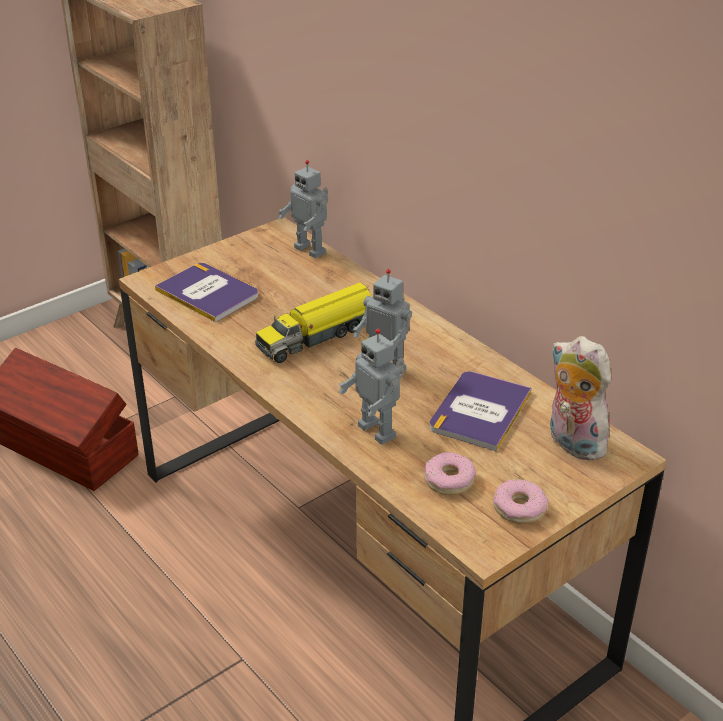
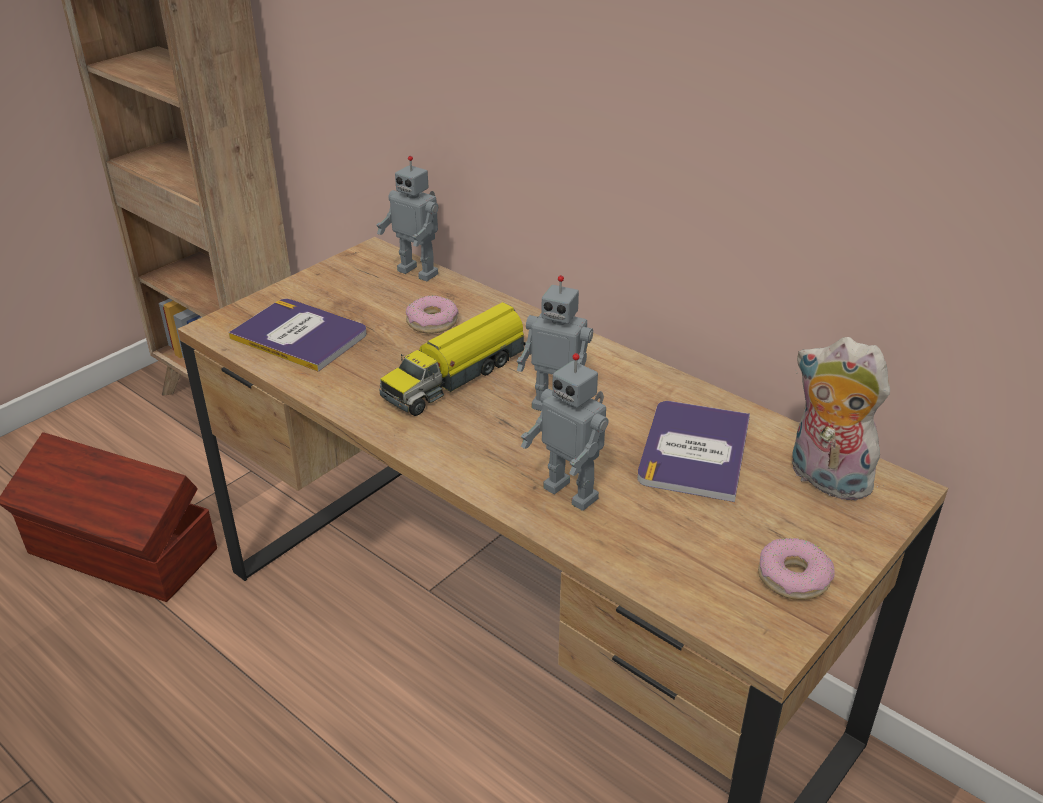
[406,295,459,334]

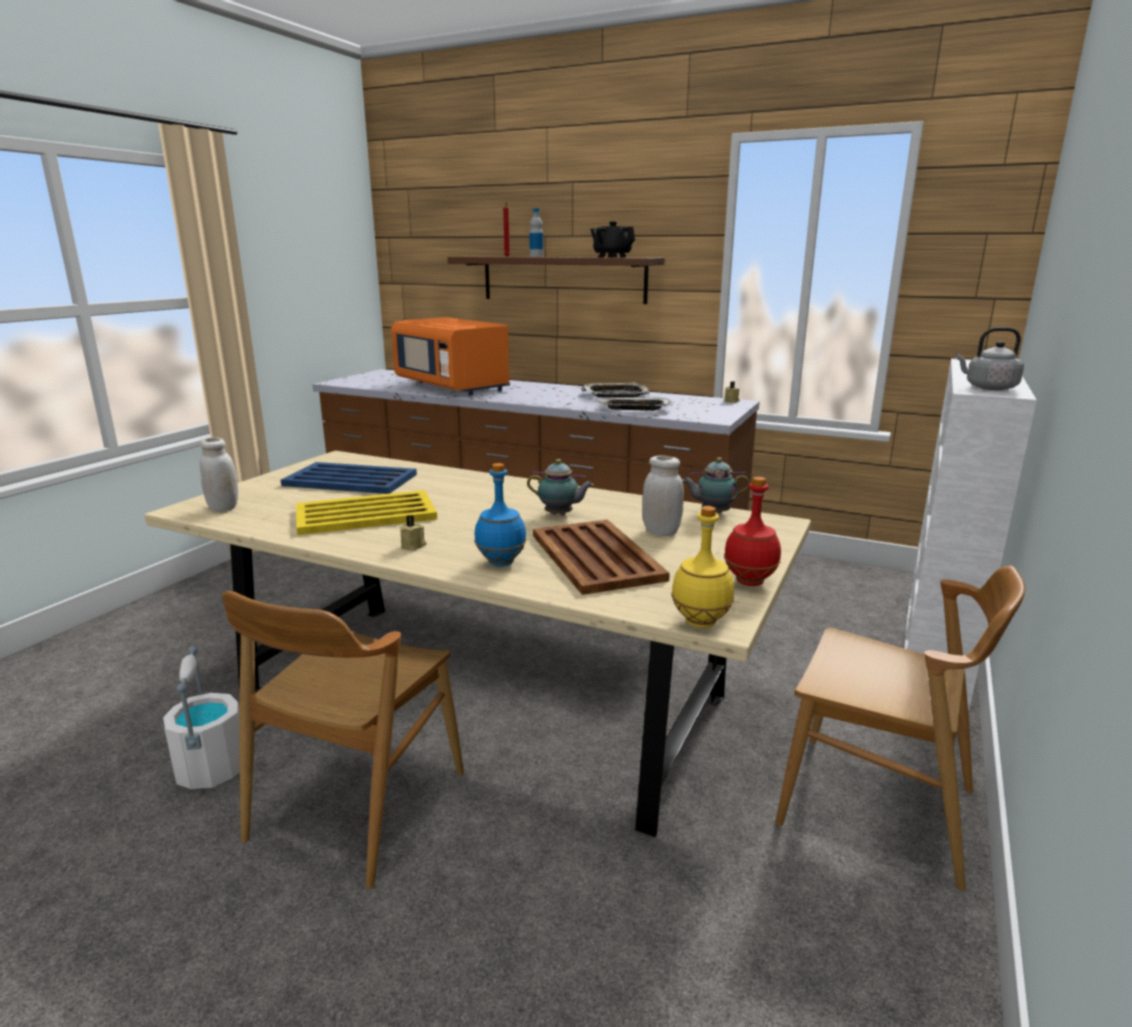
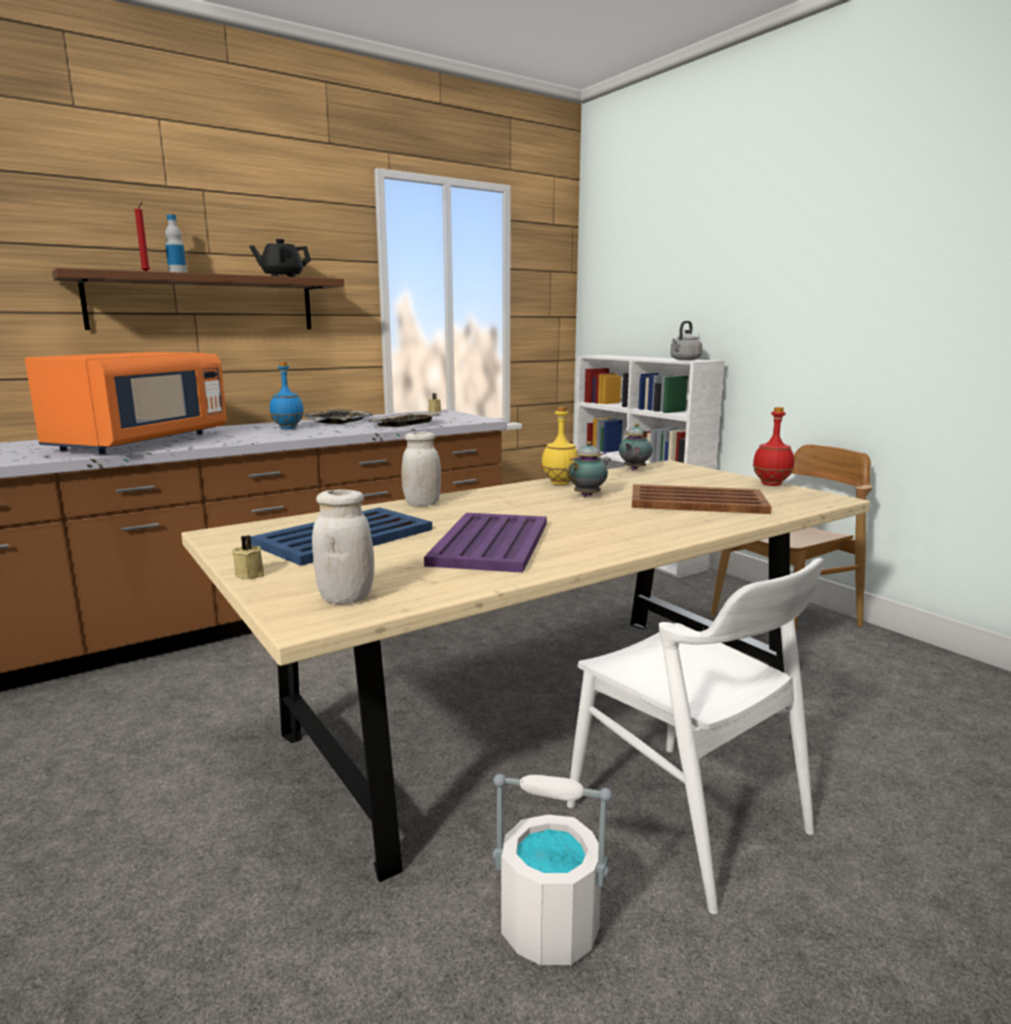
[567,558,824,914]
[424,513,547,573]
[25,352,227,454]
[232,535,264,580]
[270,362,304,429]
[401,432,441,506]
[541,406,579,485]

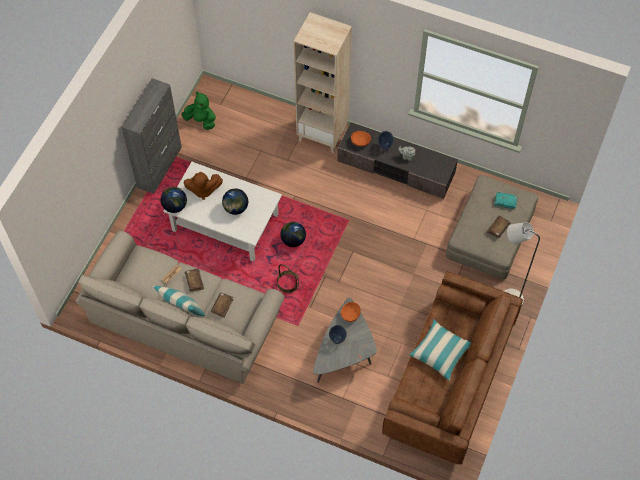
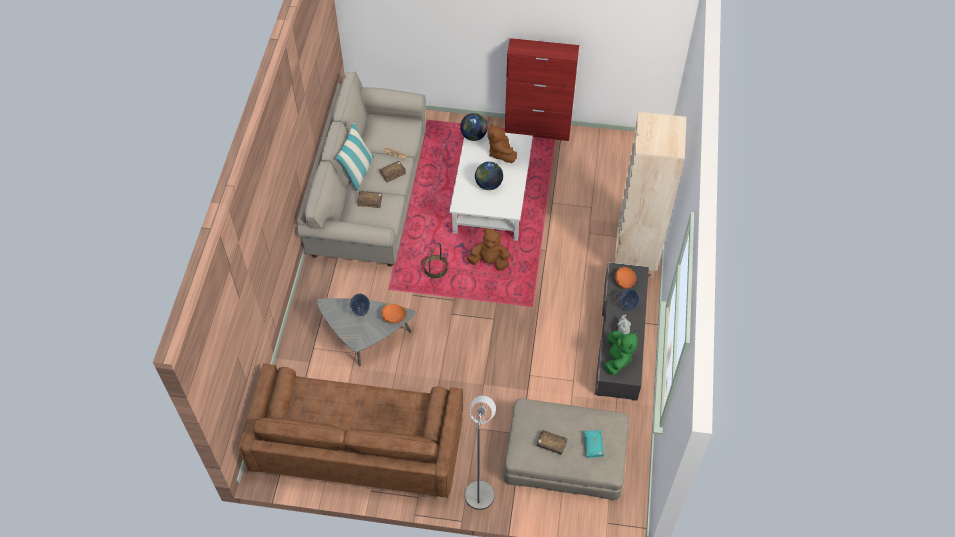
[505,38,579,141]
[604,331,638,375]
[467,228,510,271]
[409,319,471,381] (first image)

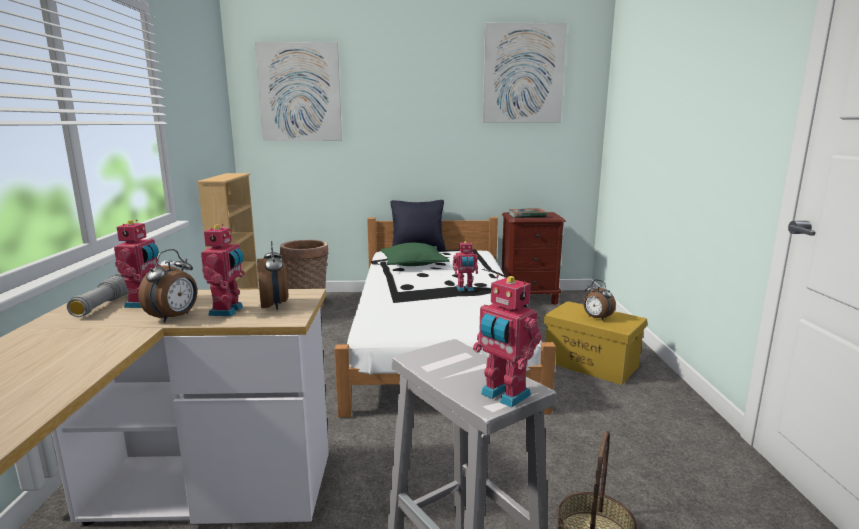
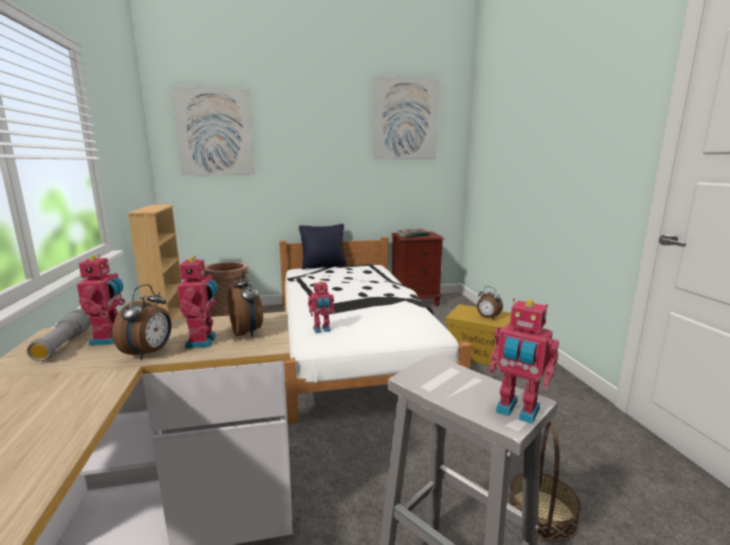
[380,243,449,266] (first image)
[308,281,335,333]

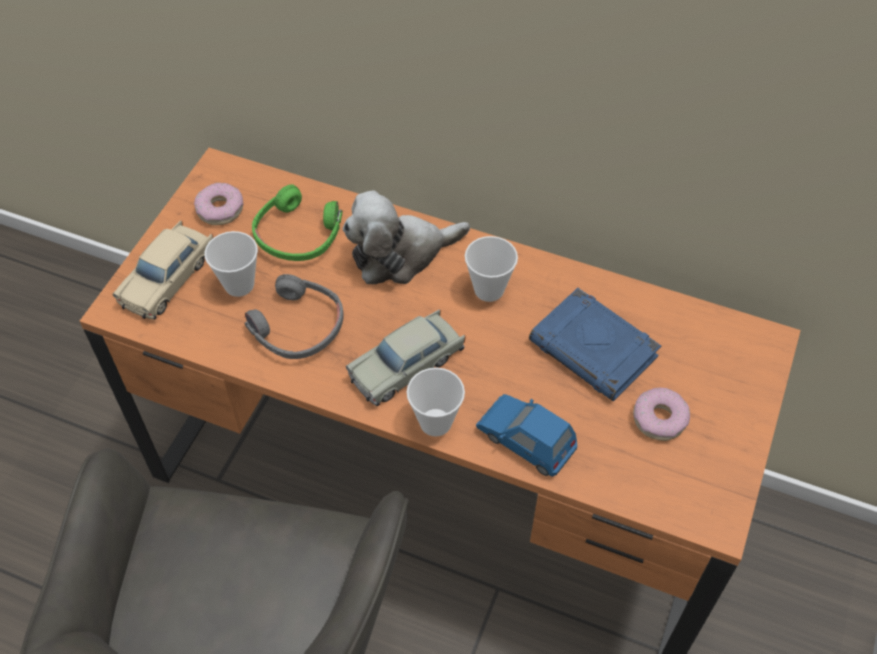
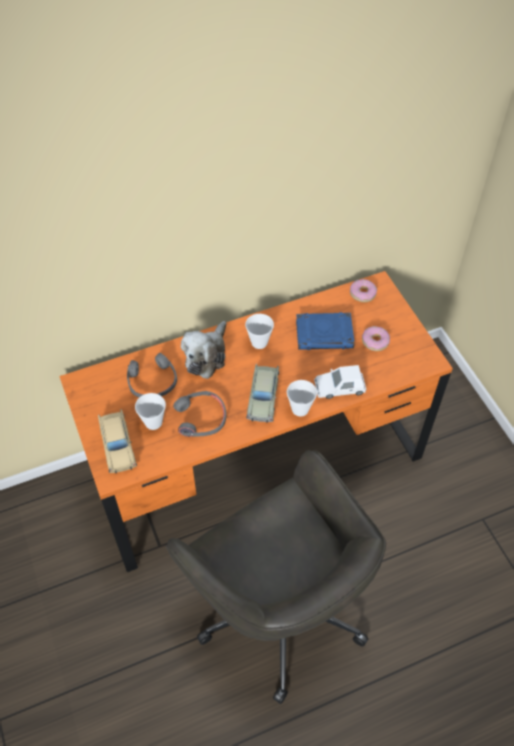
[350,279,377,302]
[127,353,177,397]
[314,365,366,399]

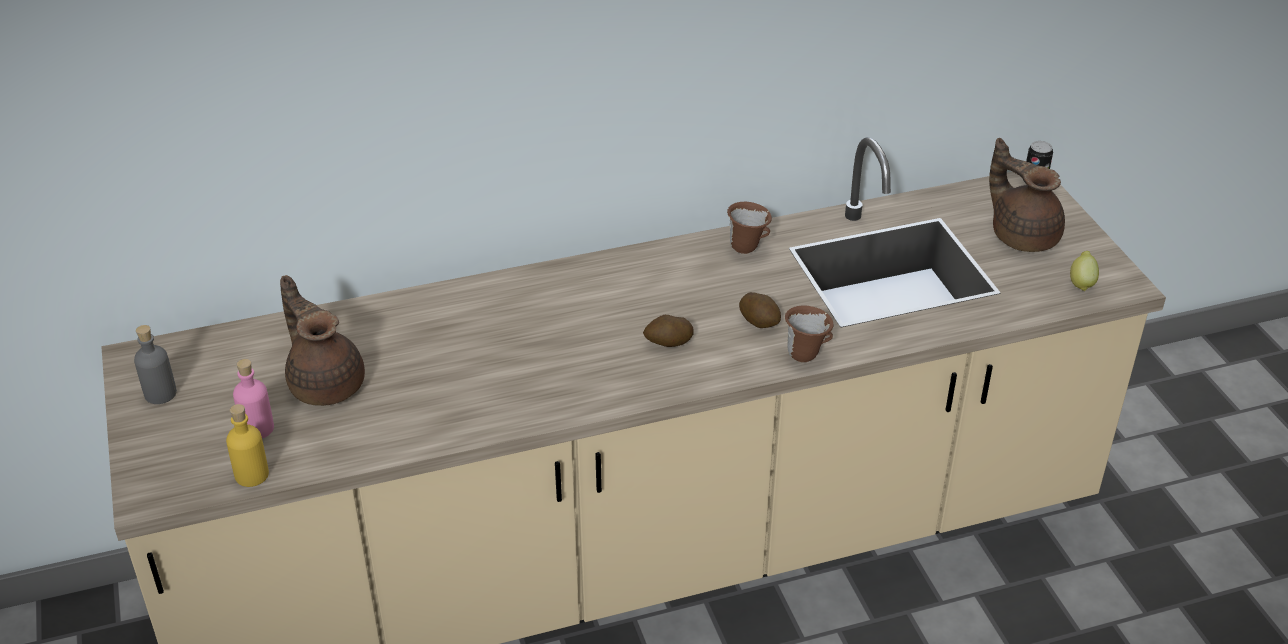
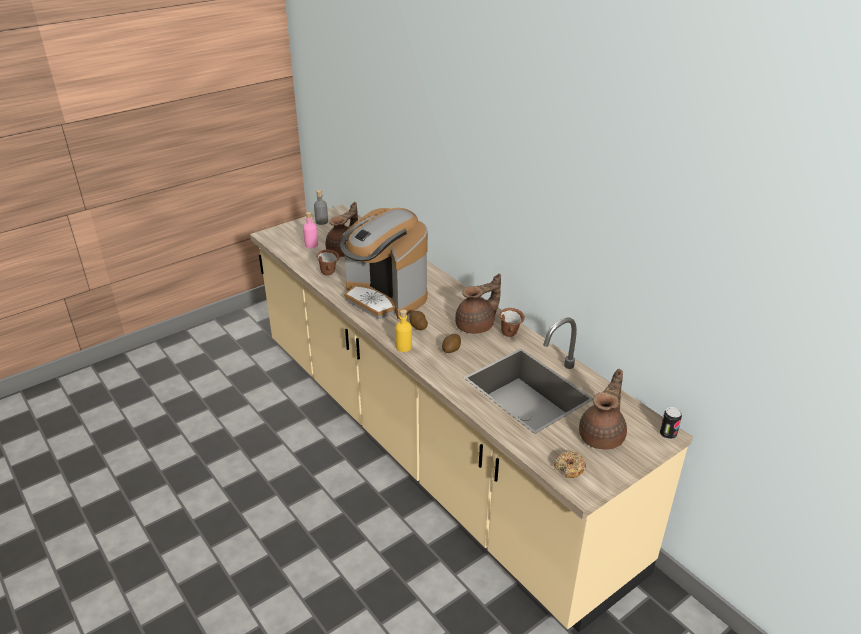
[395,309,412,352]
[316,250,339,276]
[554,451,586,478]
[340,208,428,319]
[455,273,501,334]

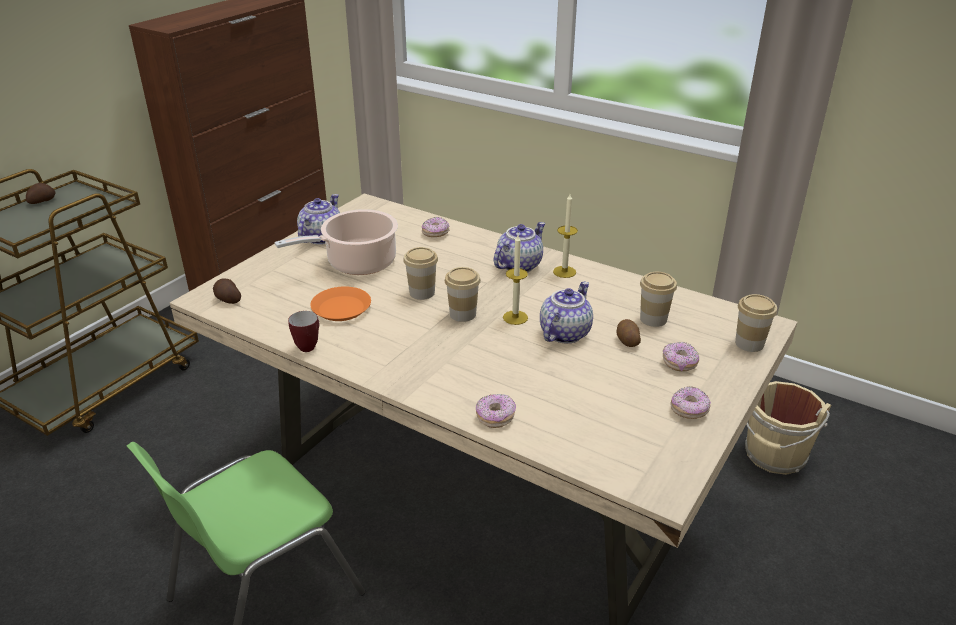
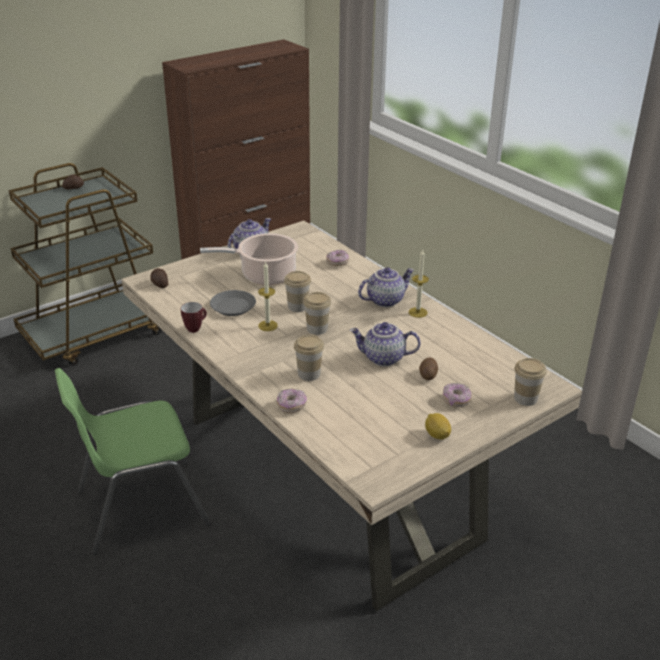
[210,290,256,316]
[258,261,278,331]
[350,322,420,366]
[294,335,324,381]
[425,413,451,440]
[745,381,831,475] (first image)

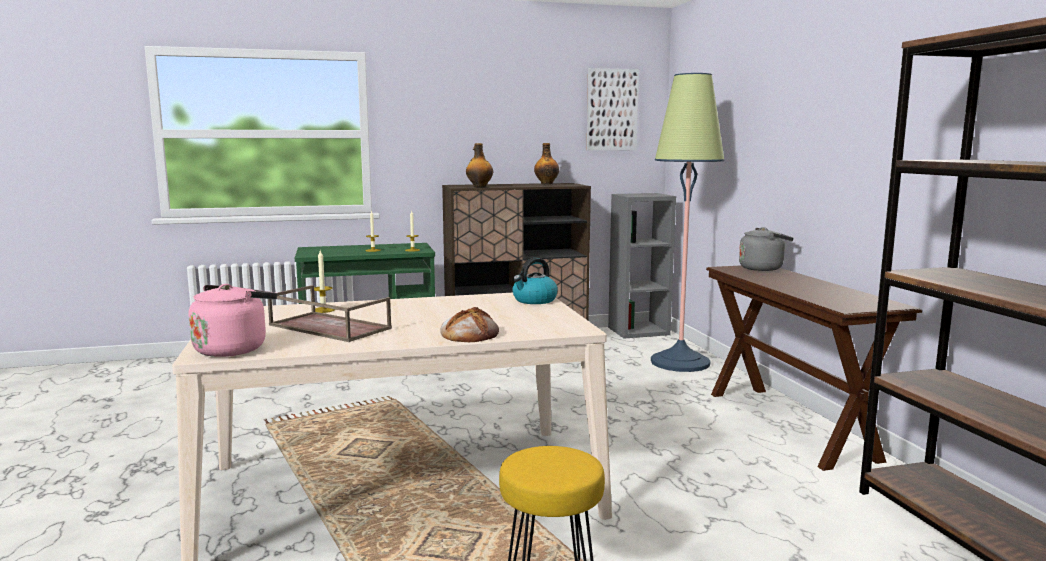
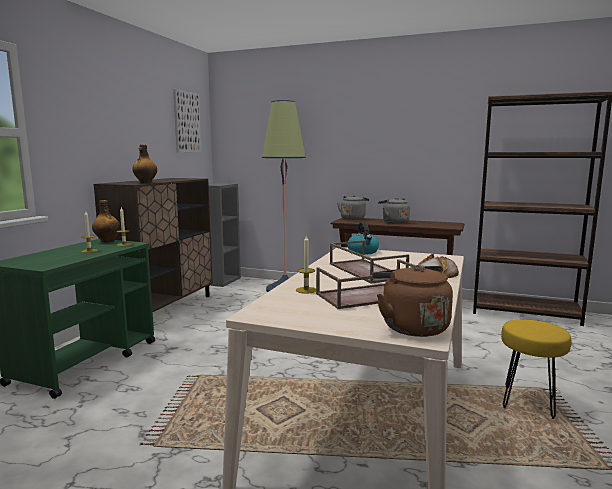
[372,265,453,337]
[92,200,120,242]
[330,240,409,284]
[378,197,410,224]

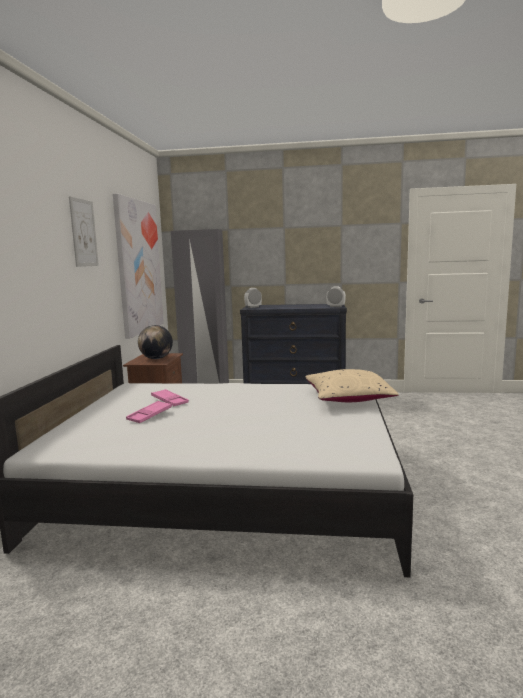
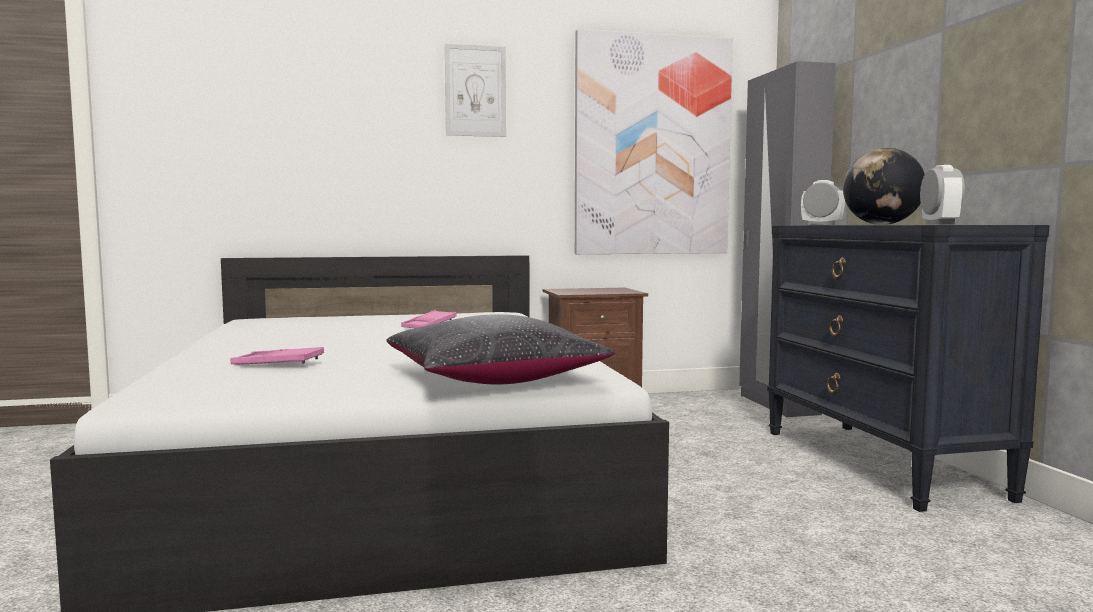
[230,347,324,365]
[843,148,925,225]
[386,314,615,385]

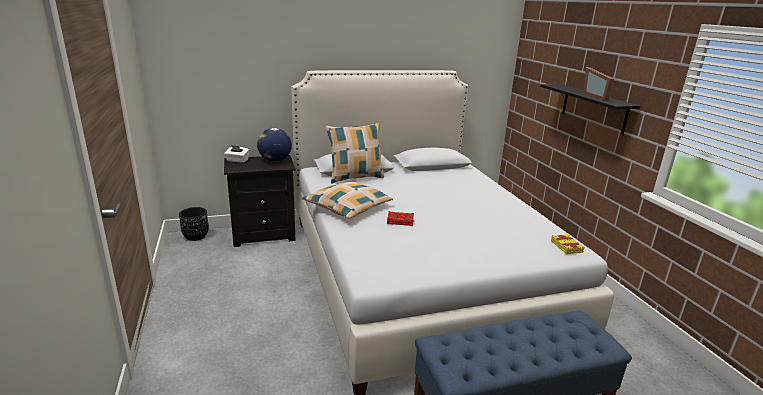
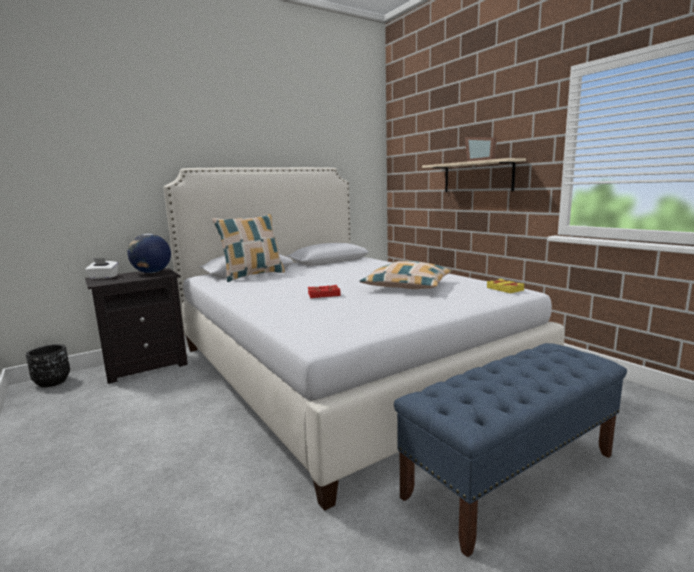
[360,261,452,289]
[422,158,526,192]

